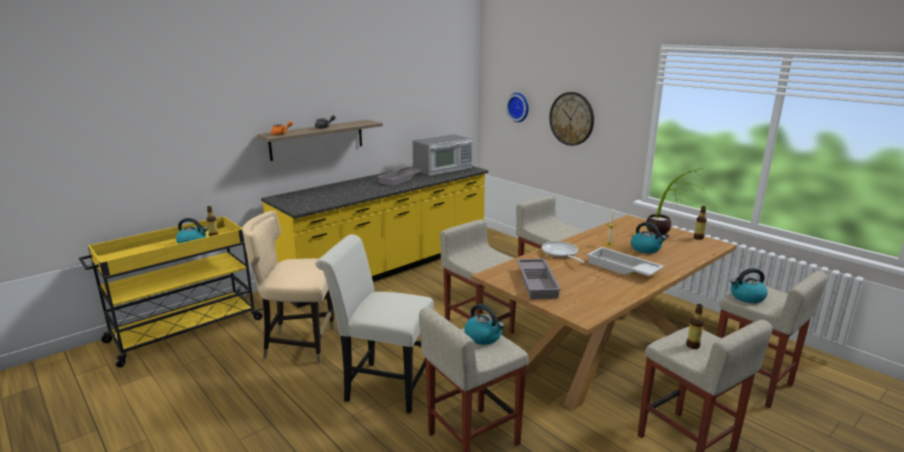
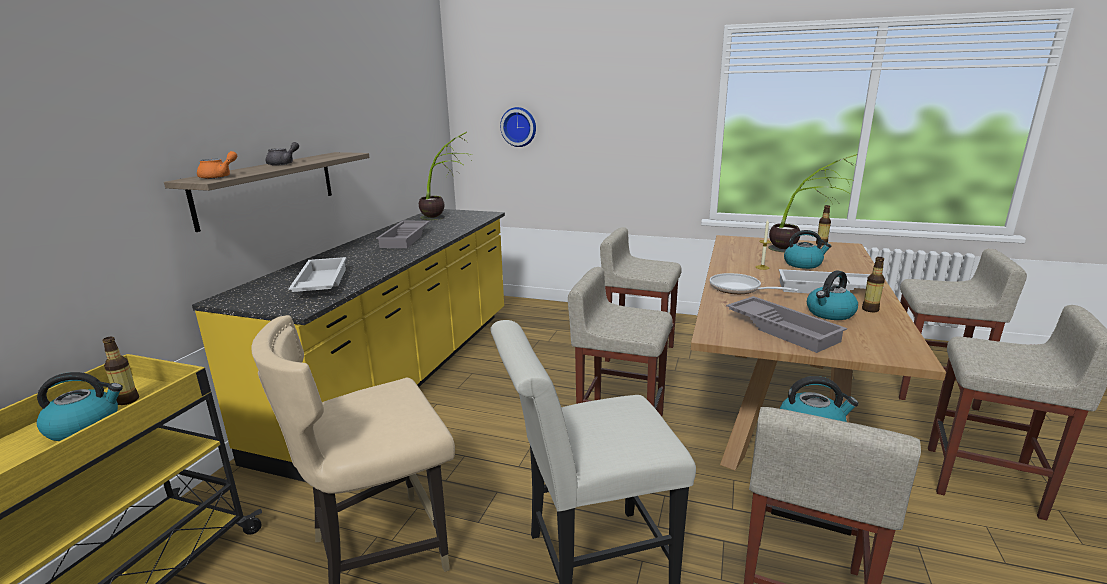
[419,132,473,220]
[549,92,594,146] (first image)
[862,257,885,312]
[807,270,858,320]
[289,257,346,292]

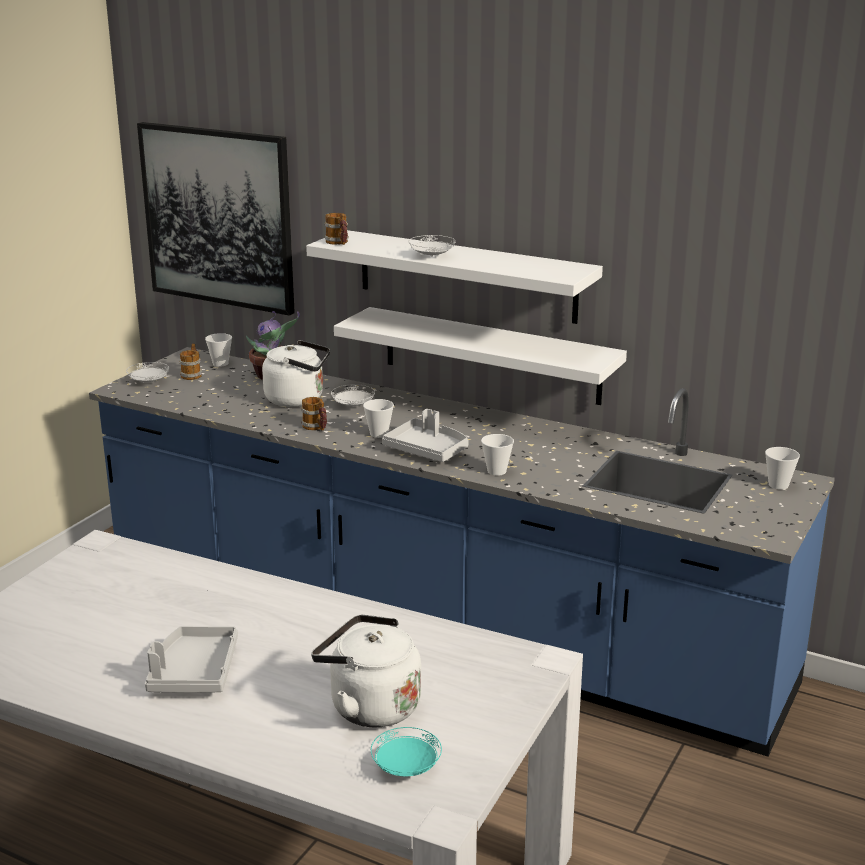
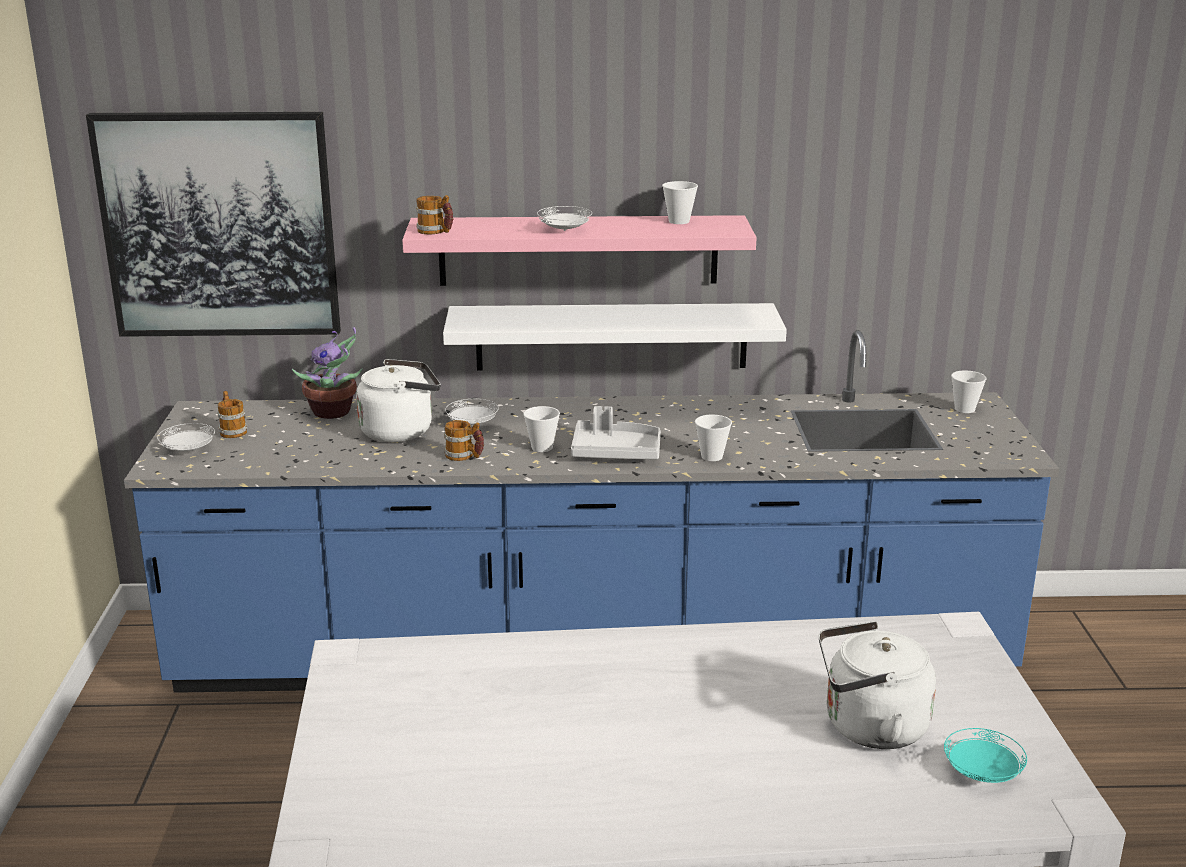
[145,626,238,693] (first image)
[662,181,698,224]
[402,215,757,286]

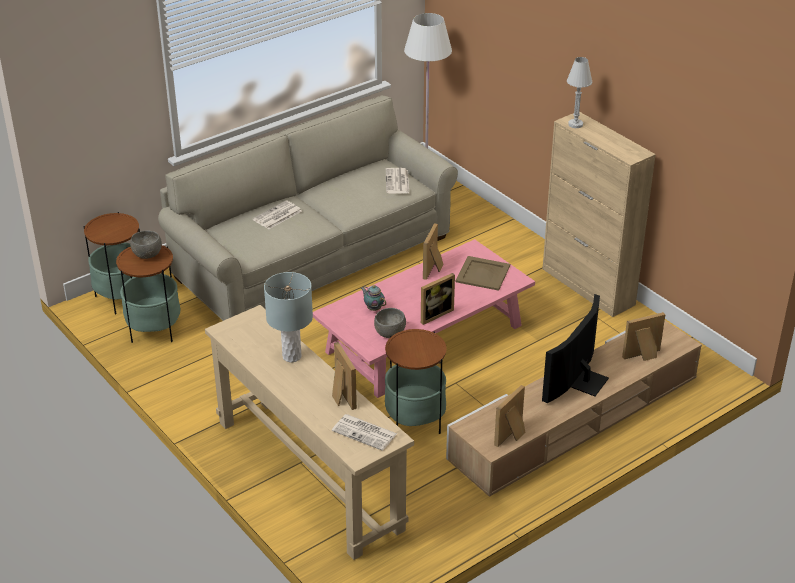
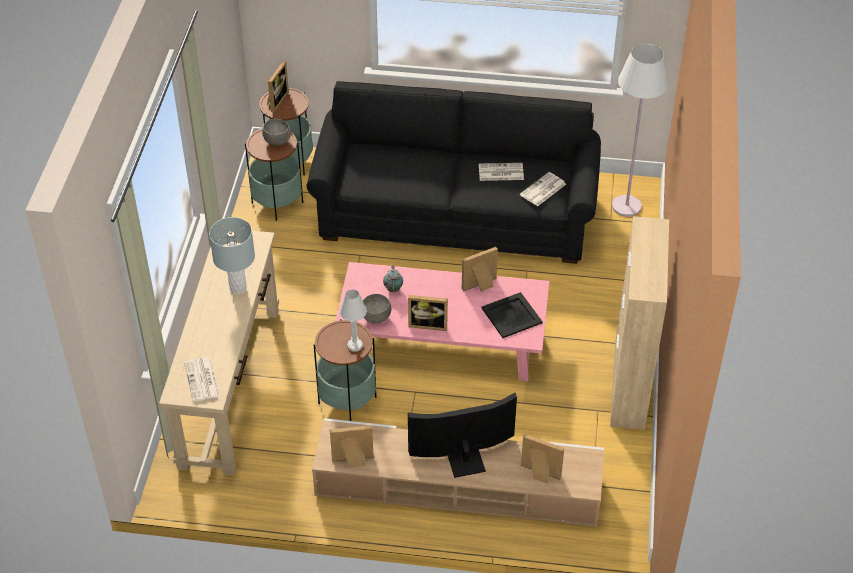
[307,81,601,264]
[479,163,524,181]
[267,61,289,113]
[481,292,543,338]
[340,289,367,352]

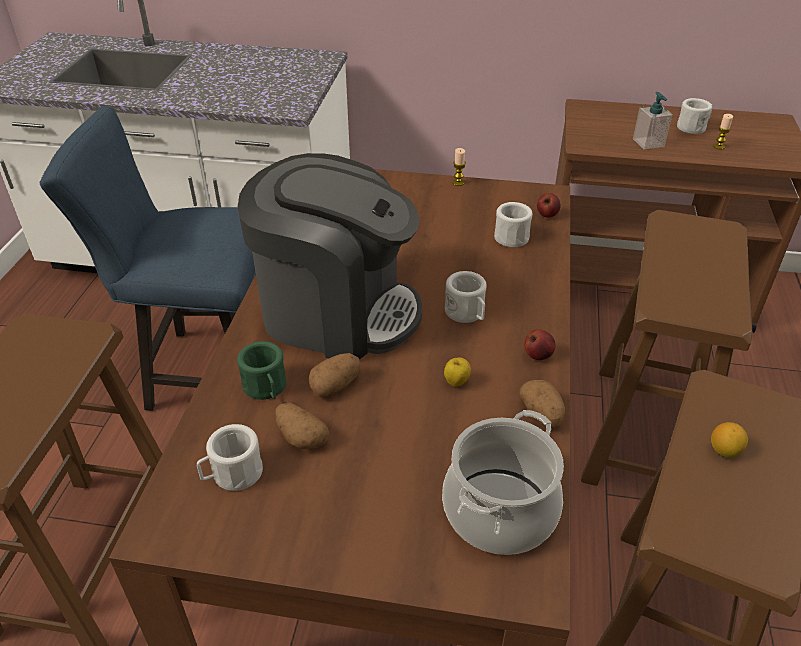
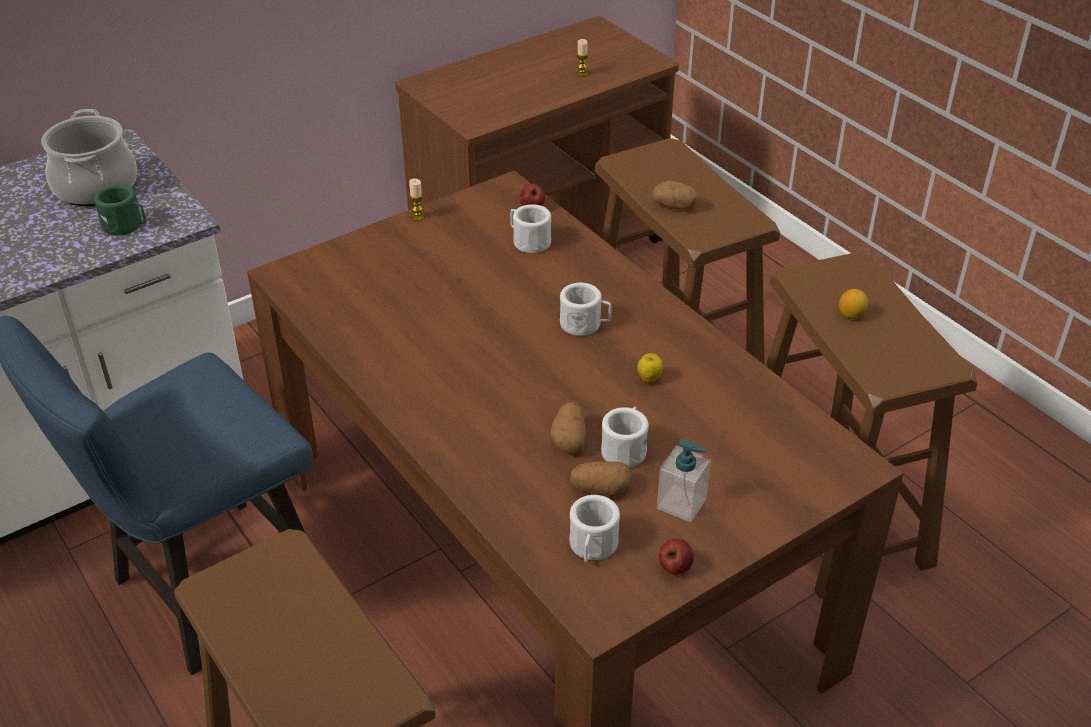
[94,184,146,235]
[238,153,422,359] (first image)
[41,109,137,206]
[651,181,698,209]
[659,539,694,575]
[657,439,711,522]
[601,406,649,467]

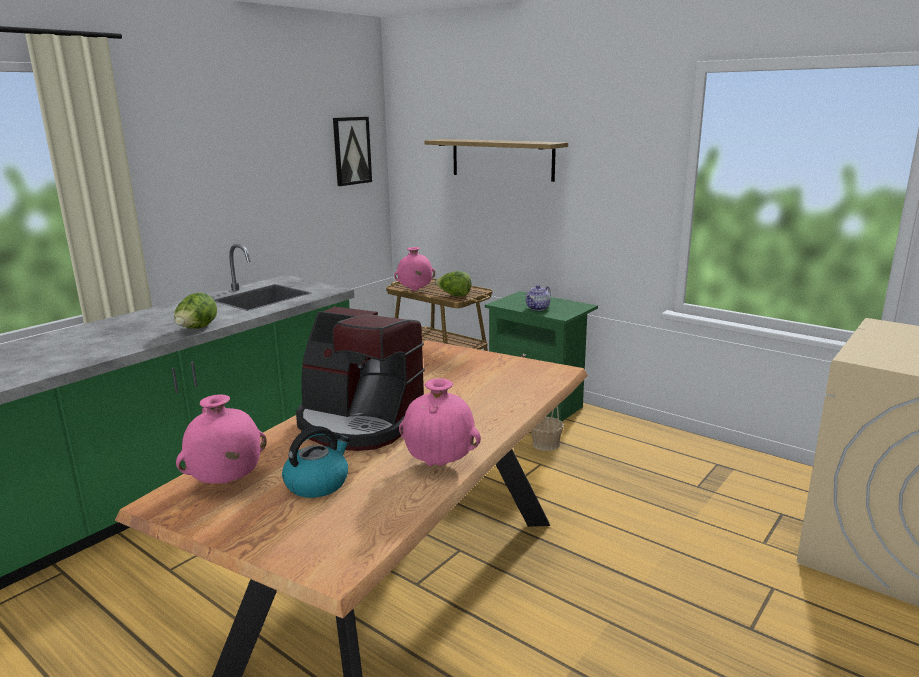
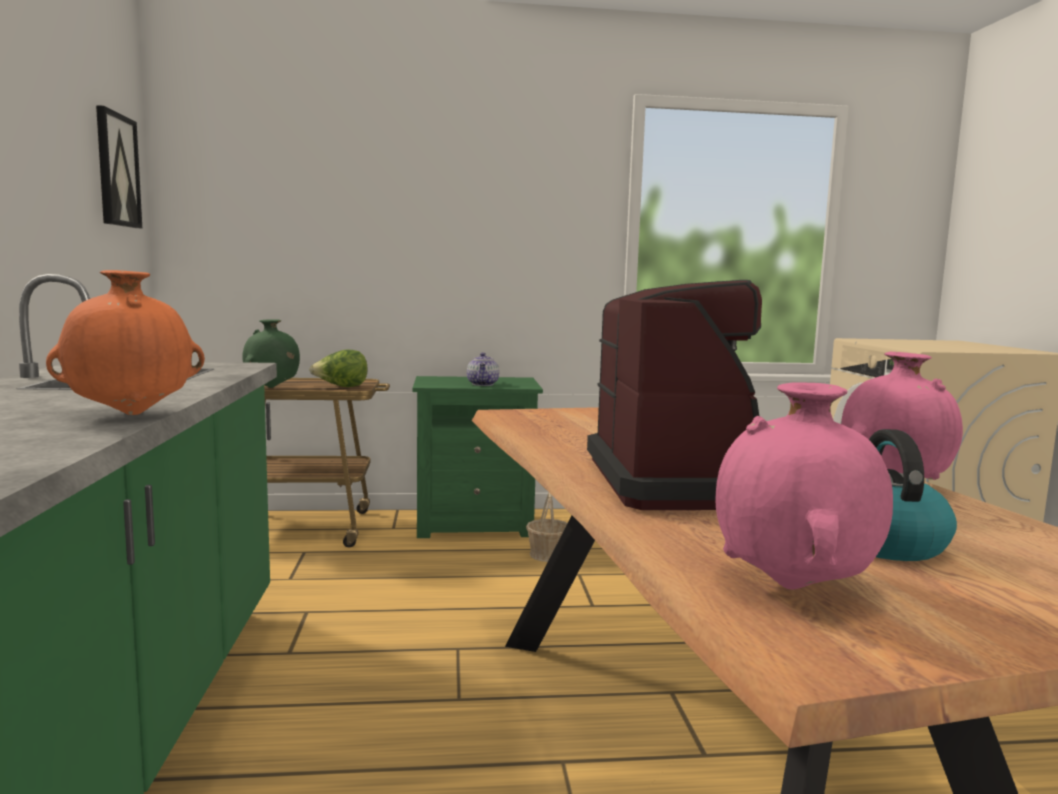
[46,270,205,415]
[587,280,762,510]
[242,319,300,388]
[424,139,568,182] (first image)

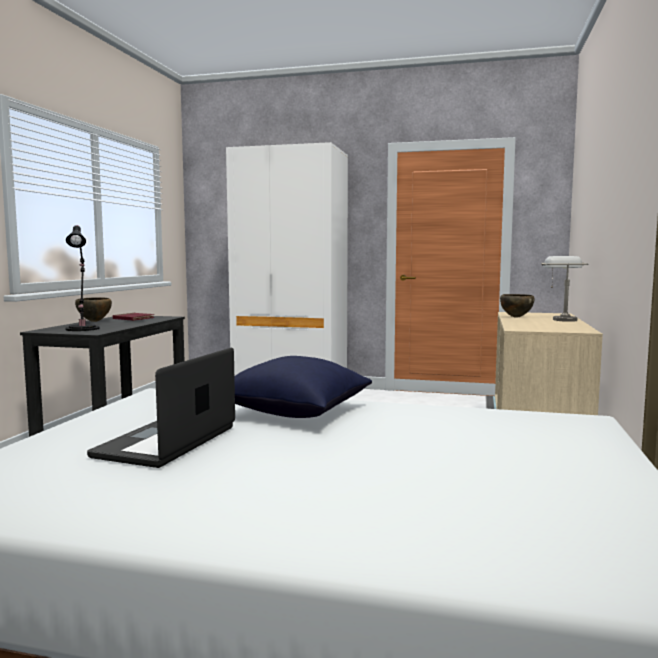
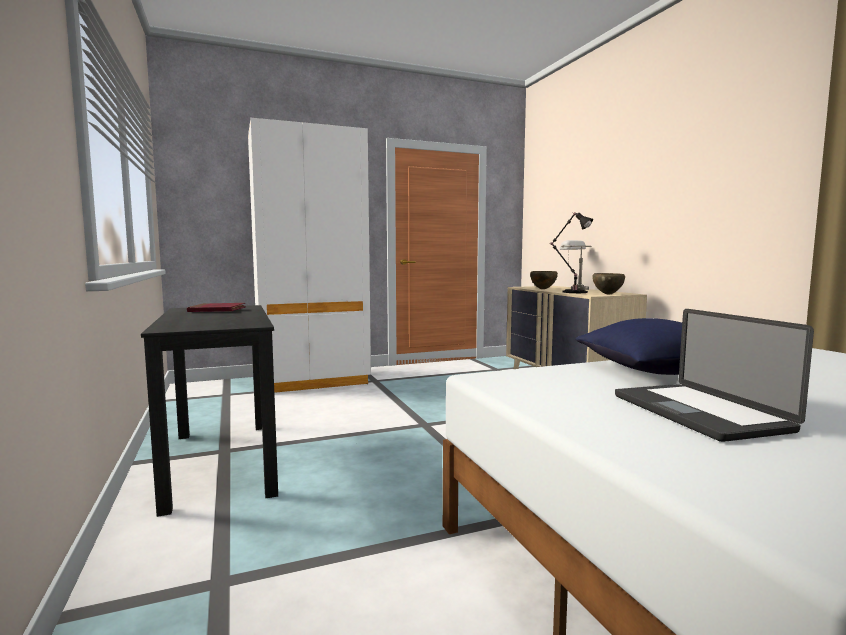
[549,212,593,293]
[592,273,625,294]

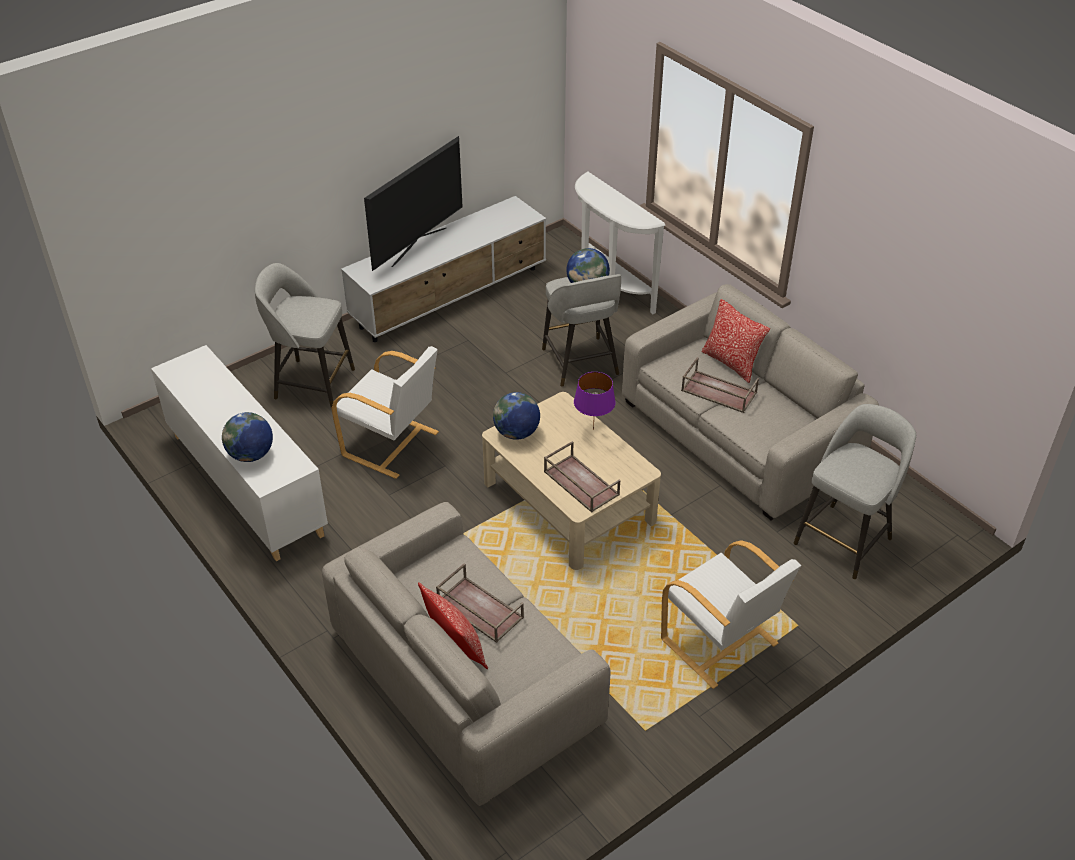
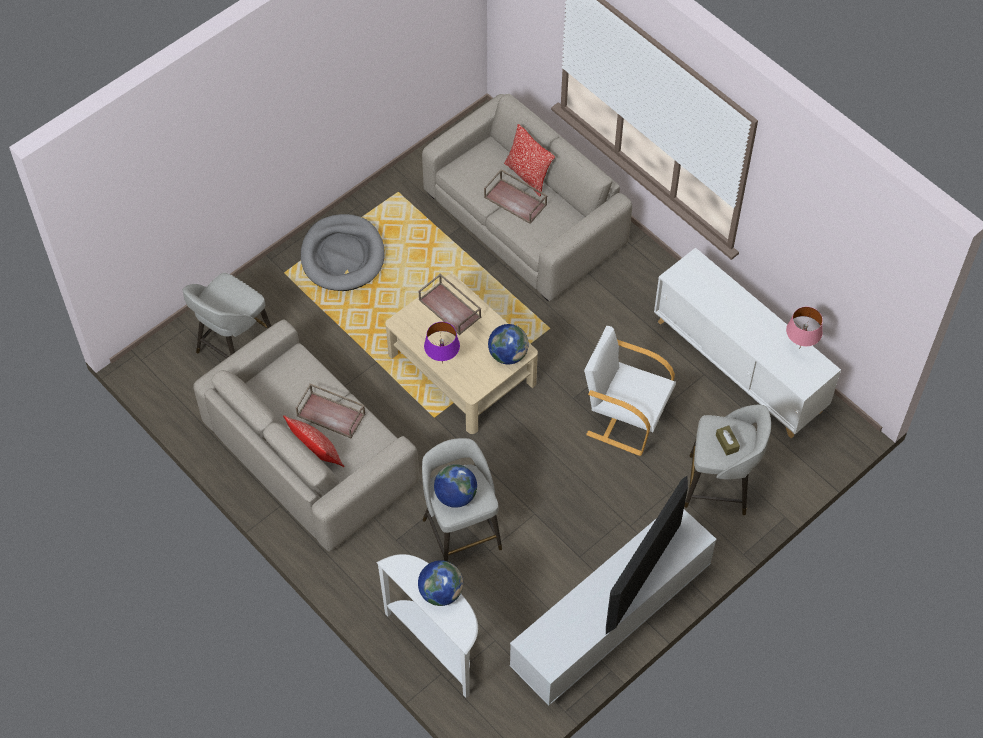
[418,560,463,606]
[301,214,385,291]
[716,425,740,456]
[786,307,823,347]

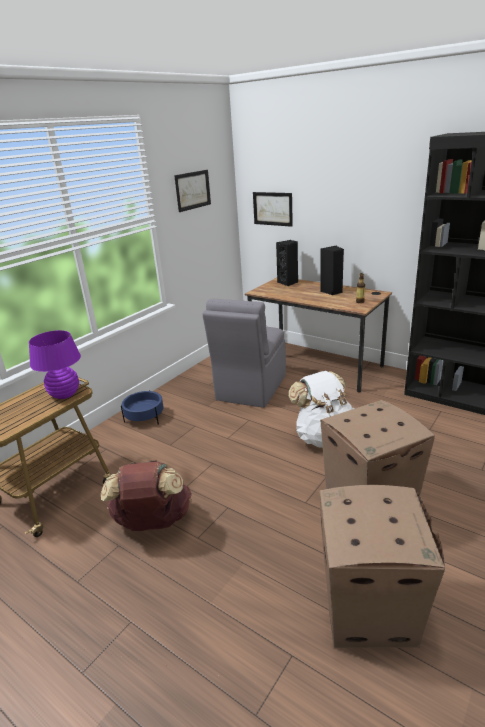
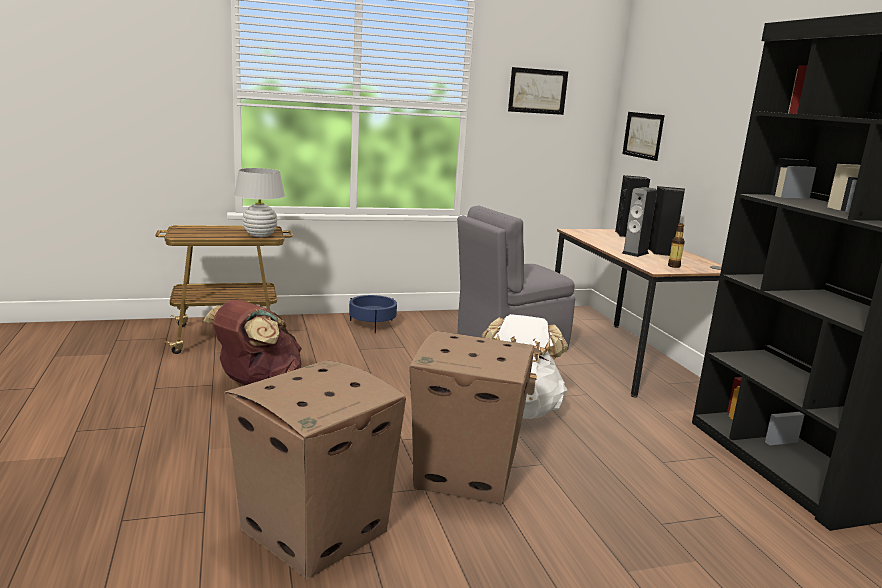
[234,168,285,237]
[622,187,657,257]

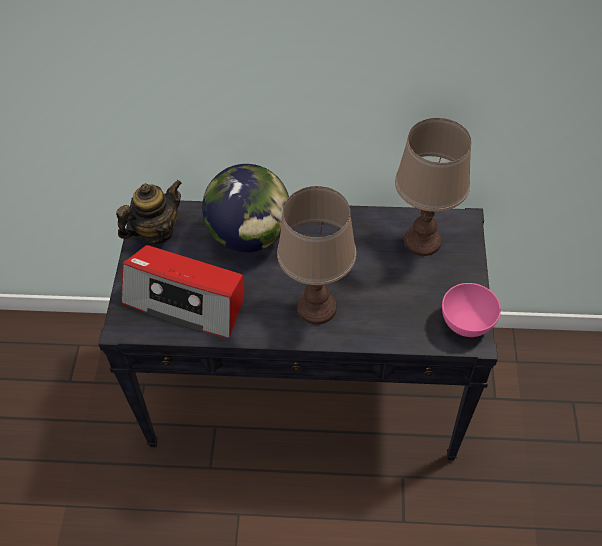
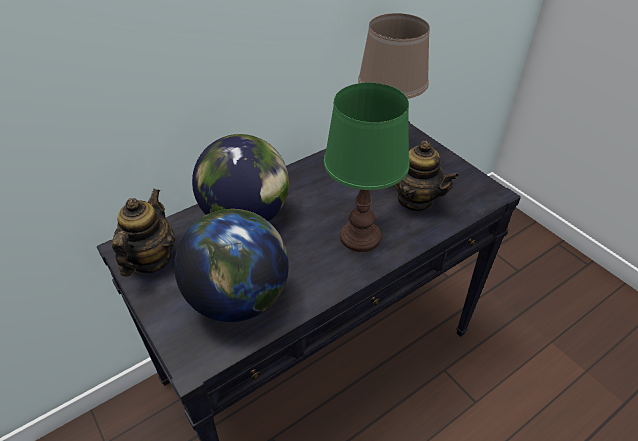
[174,209,289,322]
[324,83,410,252]
[442,283,501,337] (first image)
[395,141,459,211]

